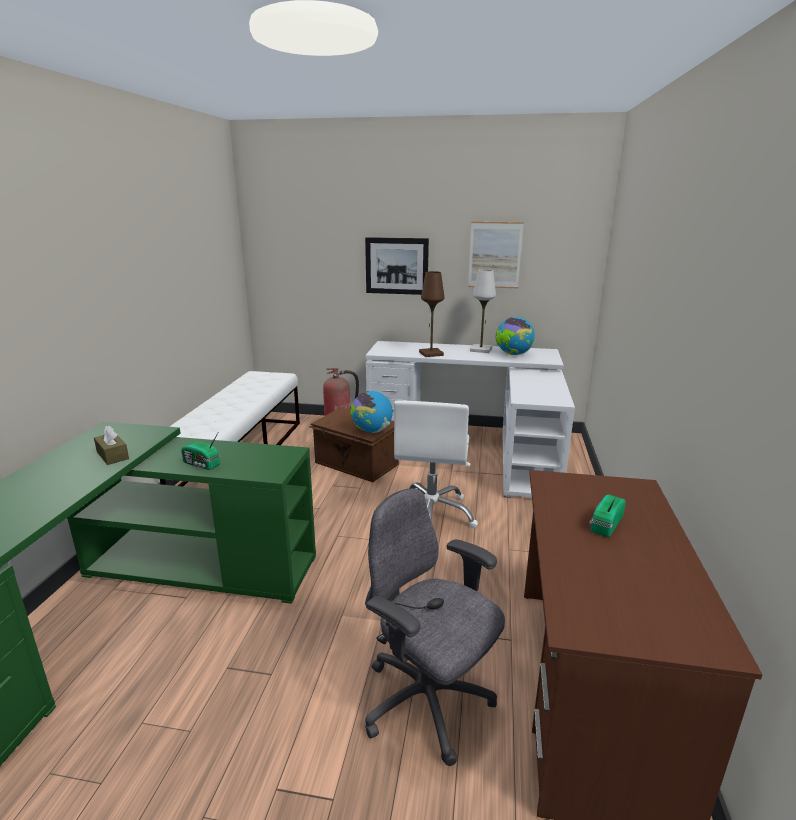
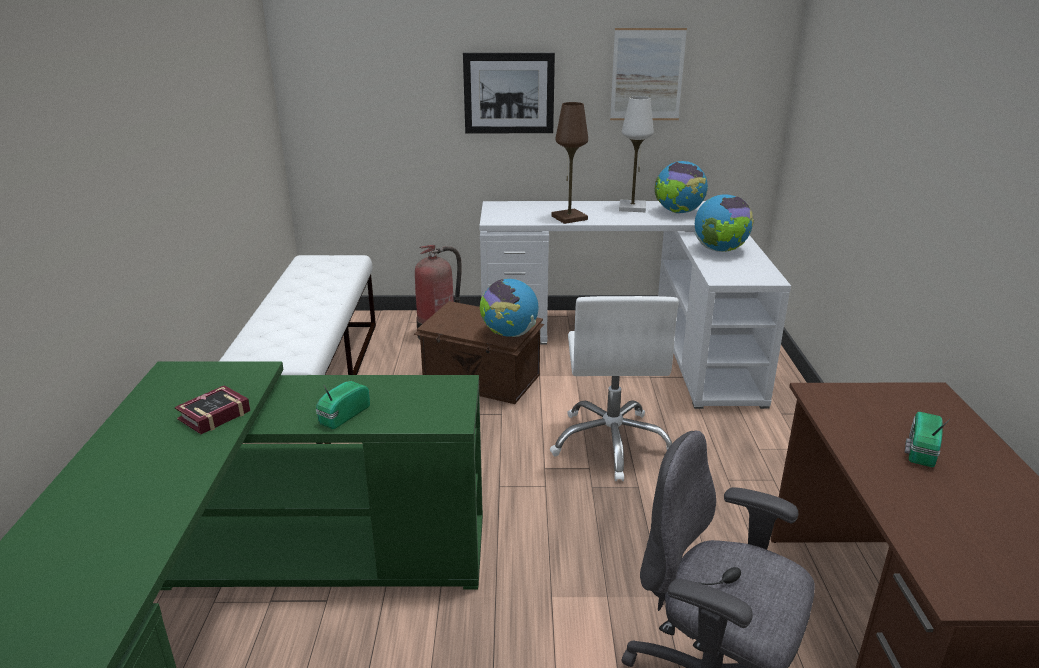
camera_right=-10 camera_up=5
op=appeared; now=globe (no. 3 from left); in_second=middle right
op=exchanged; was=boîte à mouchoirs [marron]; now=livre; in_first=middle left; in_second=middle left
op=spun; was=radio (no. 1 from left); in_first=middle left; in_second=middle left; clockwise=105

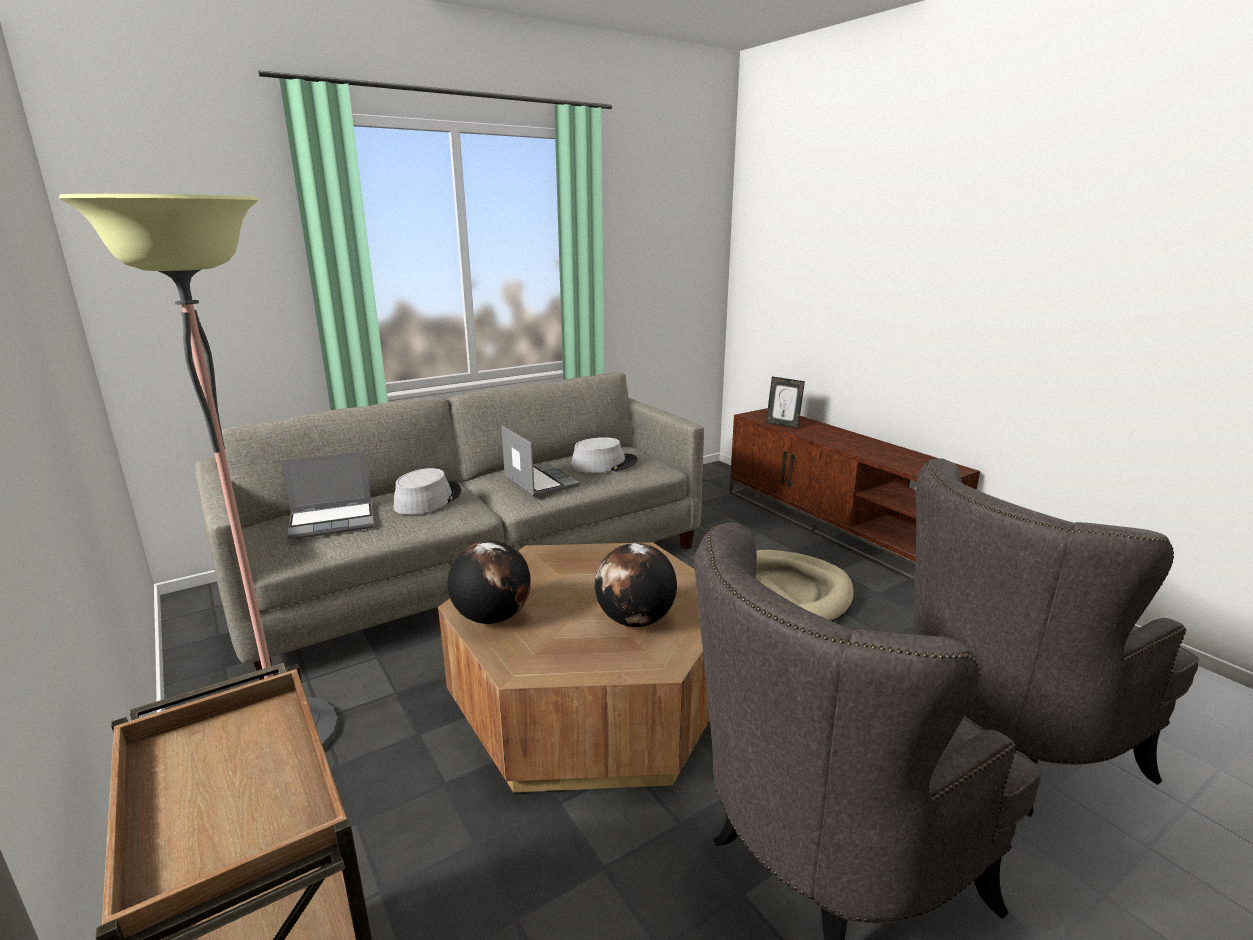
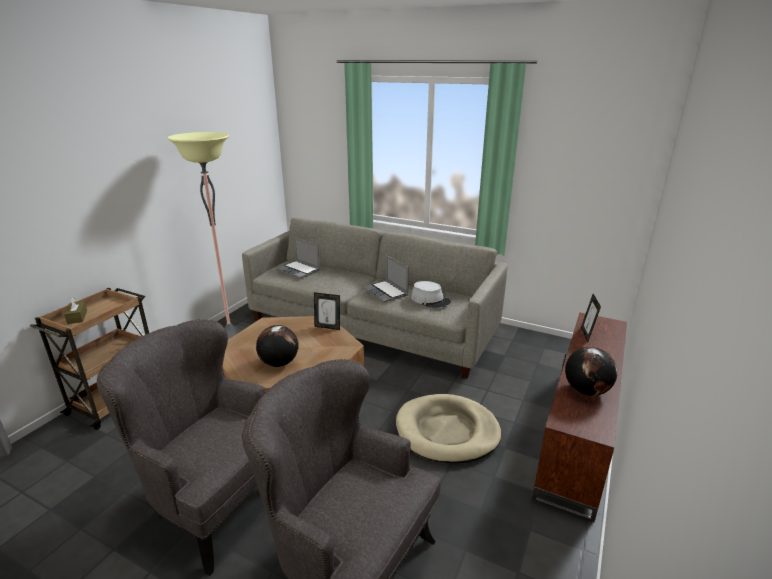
camera_right=60 camera_up=5
op=missing; was=chapeau [gris] (no. 1 from left); in_first=centre
op=appeared; now=boîte à mouchoirs [marron]; in_second=middle left
op=appeared; now=cadre photo (no. 1 from left); in_second=centre
op=relocated; was=globe (no. 1 from left in the first image); now=globe (no. 2 from left); in_first=centre; in_second=middle right
op=spun; was=ordinateur portable (no. 2 from left); in_first=centre; in_second=centre; clockwise=120

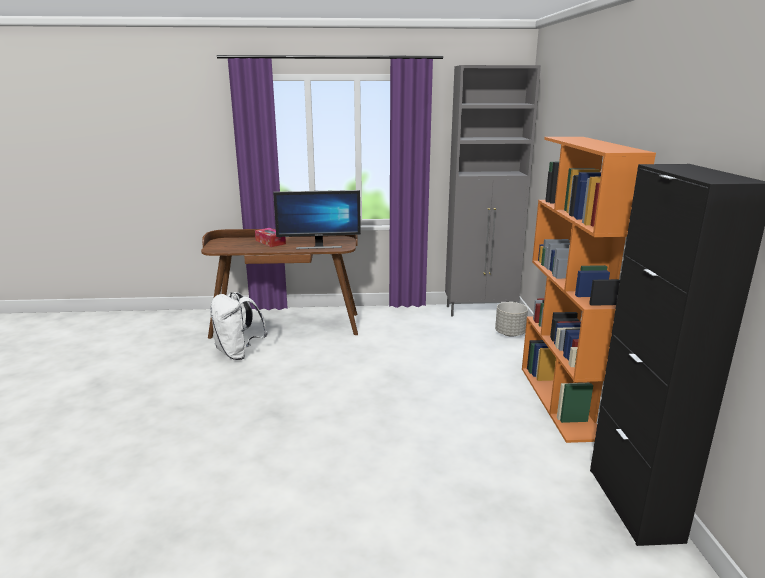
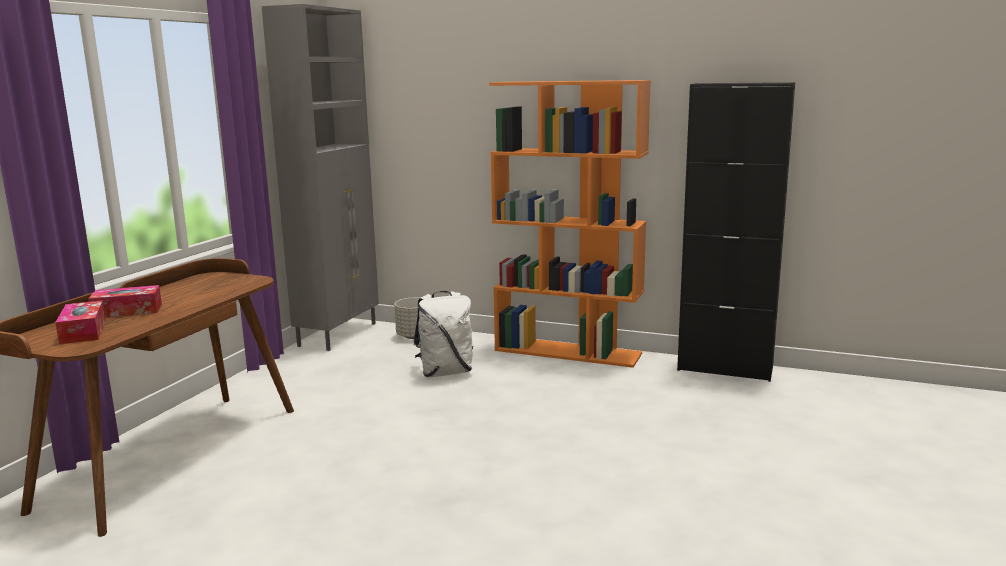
camera_right=-65 camera_up=-5
op=missing; was=écran d'ordinateur; in_first=centre
op=appeared; now=boîte à mouchoirs (no. 1 from left); in_second=middle left
op=relocated; was=sac à dos [blanc]; in_first=middle left; in_second=centre

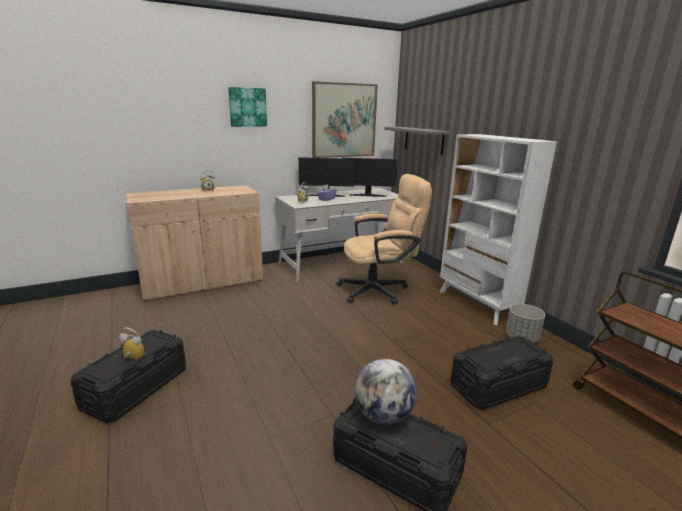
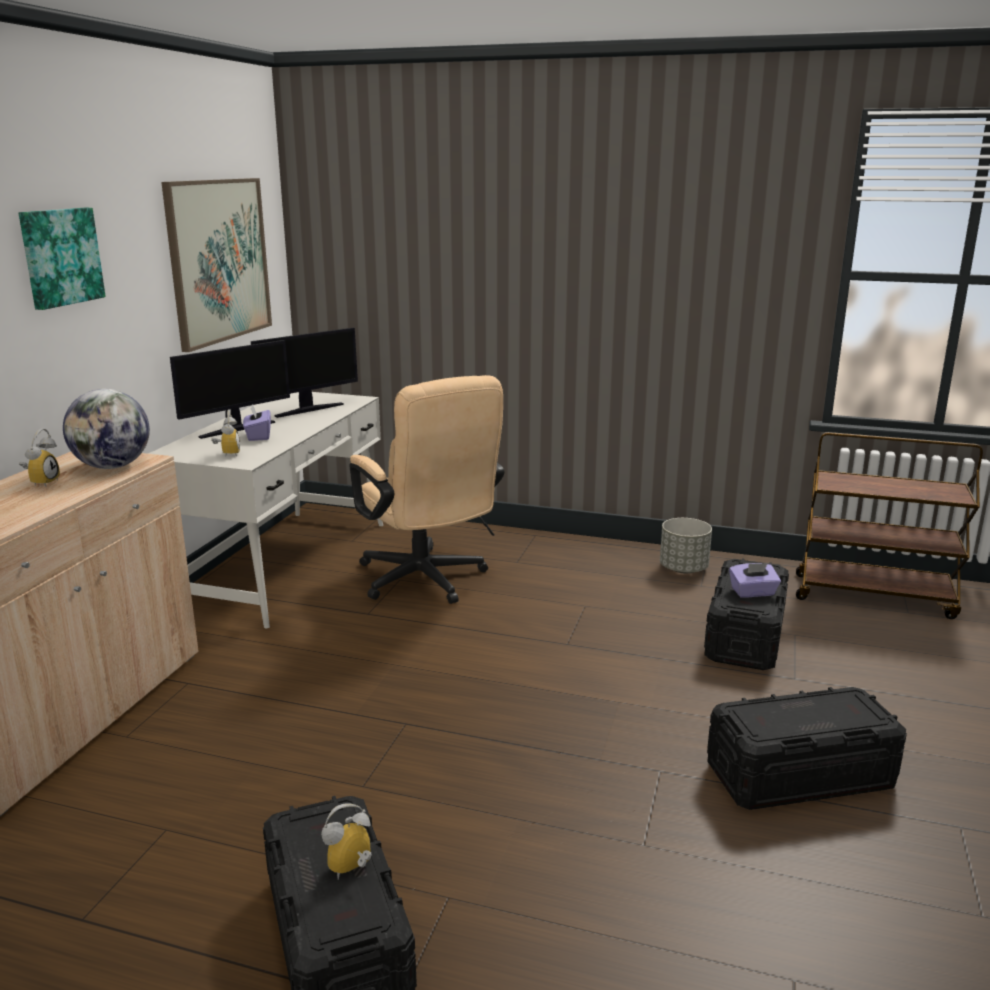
camera_right=-45 camera_up=0
op=missing; was=étagère [gris]; in_first=top centre
op=missing; was=bibliothèque [blanc]; in_first=middle right
op=appeared; now=boîte à mouchoirs [violet] (no. 2 from left); in_second=middle right
op=relocated; was=globe; in_first=bottom centre; in_second=middle left
op=spun; was=chaise de bureau [beige]; in_first=centre; in_second=centre; clockwise=120

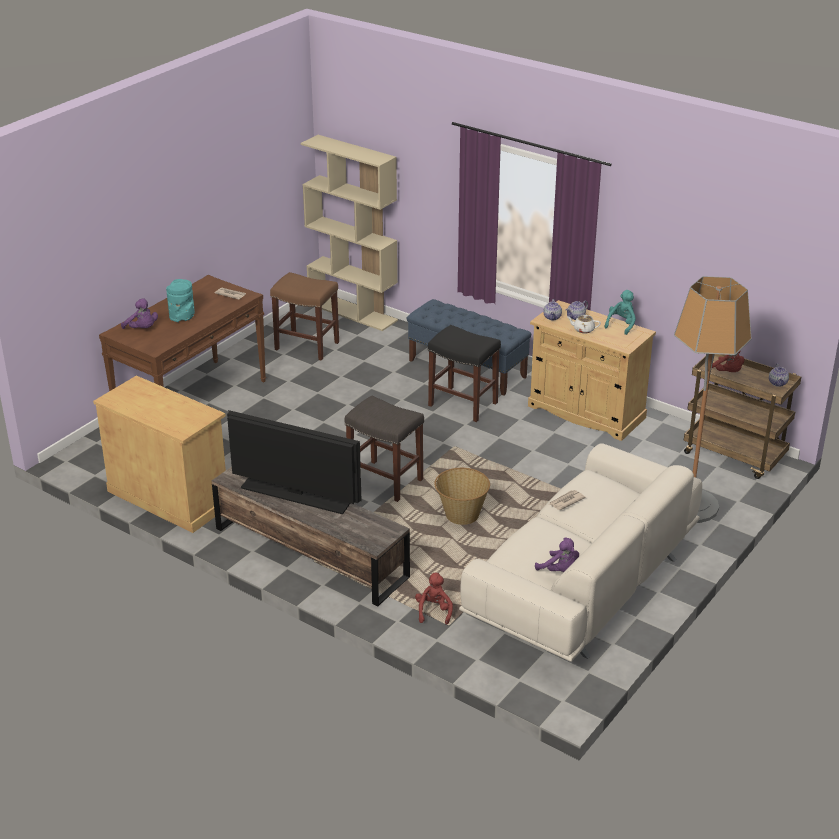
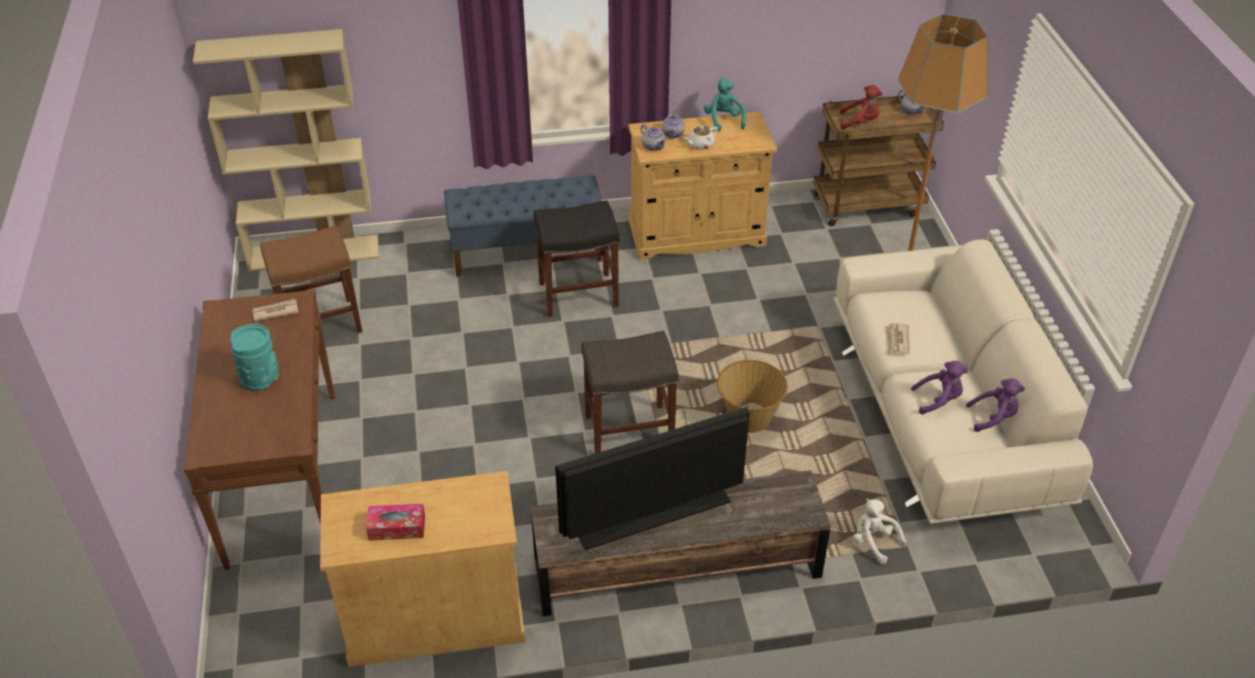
camera_right=-45 camera_up=10
op=appeared; now=boîte à mouchoirs; in_second=bottom left
op=relocated; was=peluche [violet] (no. 1 from left); in_first=middle left; in_second=middle right
op=colour; was=peluche [rouge] (no. 1 from left); now=peluche [blanc]; in_first=bottom centre; in_second=bottom right

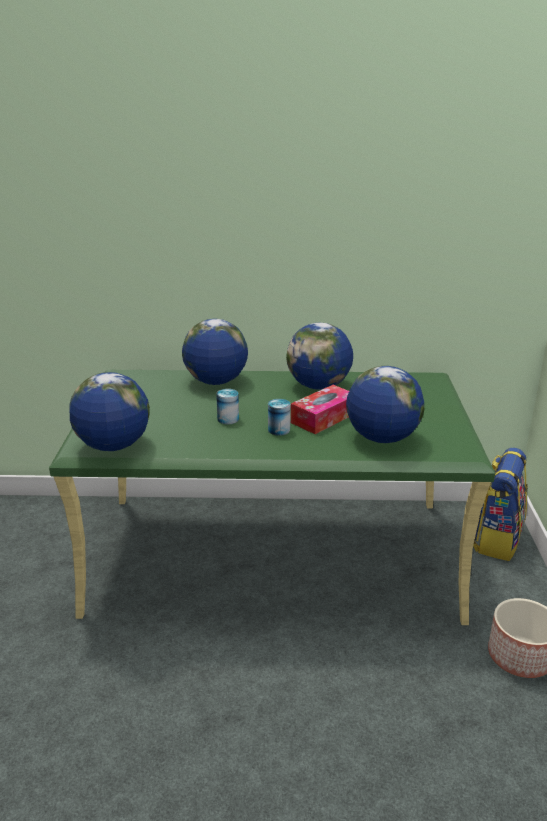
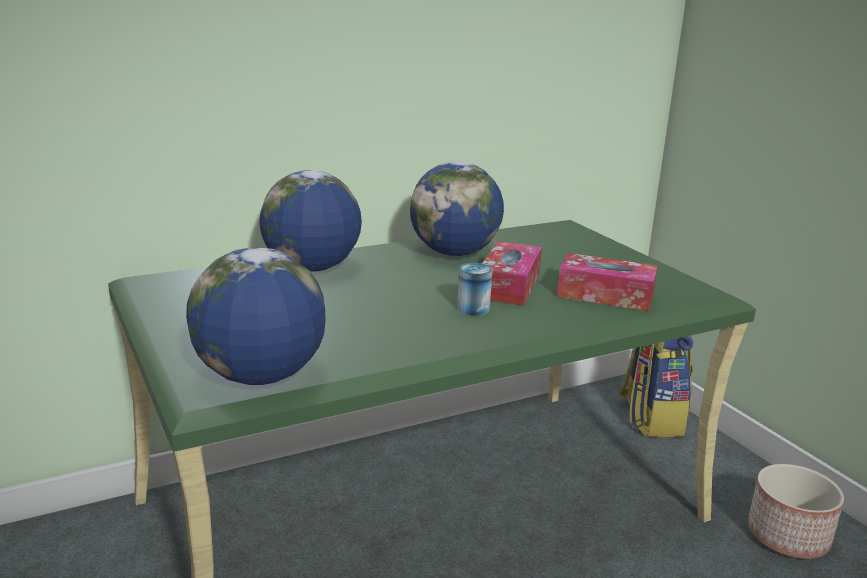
camera_right=-30 camera_up=-5
op=missing; was=boîte métallique (no. 1 from left); in_first=centre
op=exchanged; was=globe (no. 4 from left); now=boîte à mouchoirs (no. 2 from left); in_first=middle right; in_second=middle right

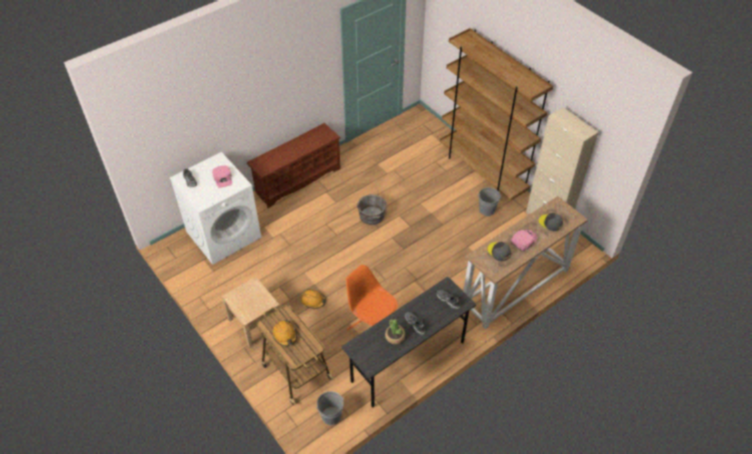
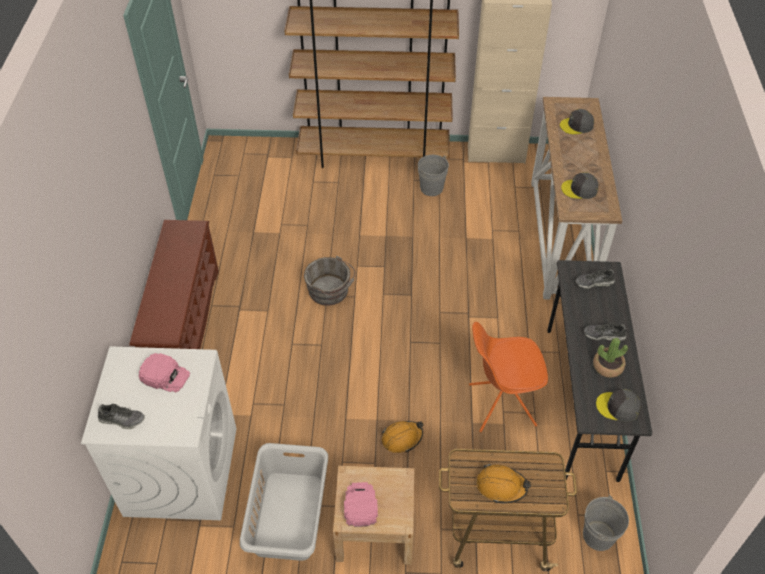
camera_right=-50 camera_up=0
op=appeared; now=panier à linge [gris]; in_second=bottom centre
op=appeared; now=casquette [gris] (no. 3 from left); in_second=bottom right
op=relocated; was=casquette [rose] (no. 2 from left); in_first=middle right; in_second=bottom centre

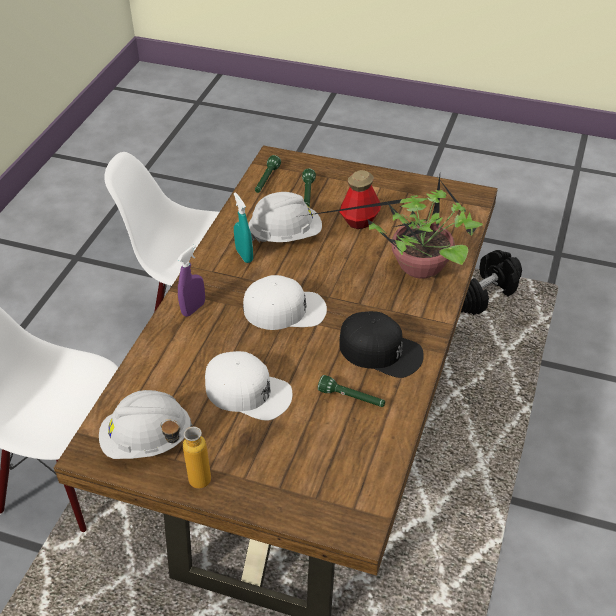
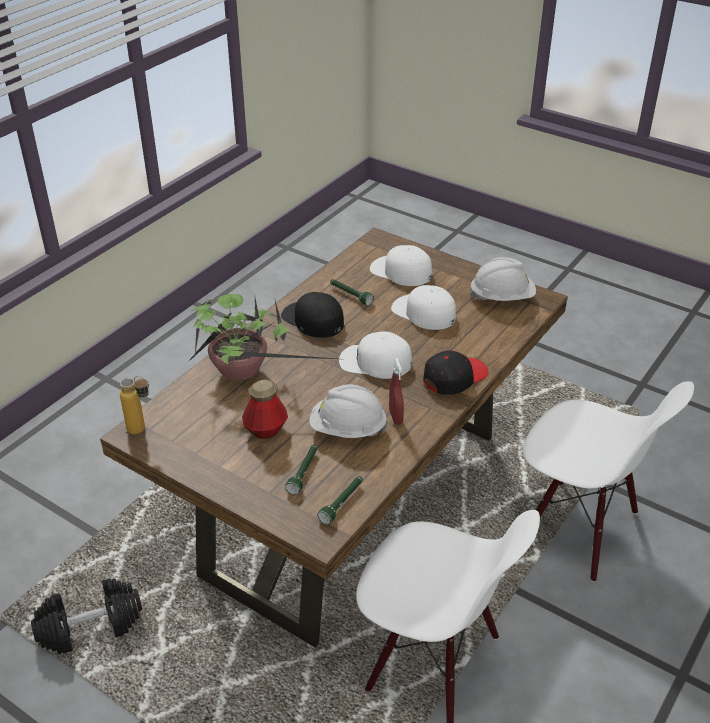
camera_right=-165 camera_up=-5
op=appeared; now=casquette [blanc] (no. 2 from left); in_second=centre
op=relocated; was=bouteille (no. 1 from left); in_first=bottom left; in_second=middle left
op=exchanged; was=vaporisateur [violet]; now=casquette [noir] (no. 2 from left); in_first=middle left; in_second=centre
op=colour; was=vaporisateur [turquoise]; now=vaporisateur [rouge]; in_first=centre; in_second=centre

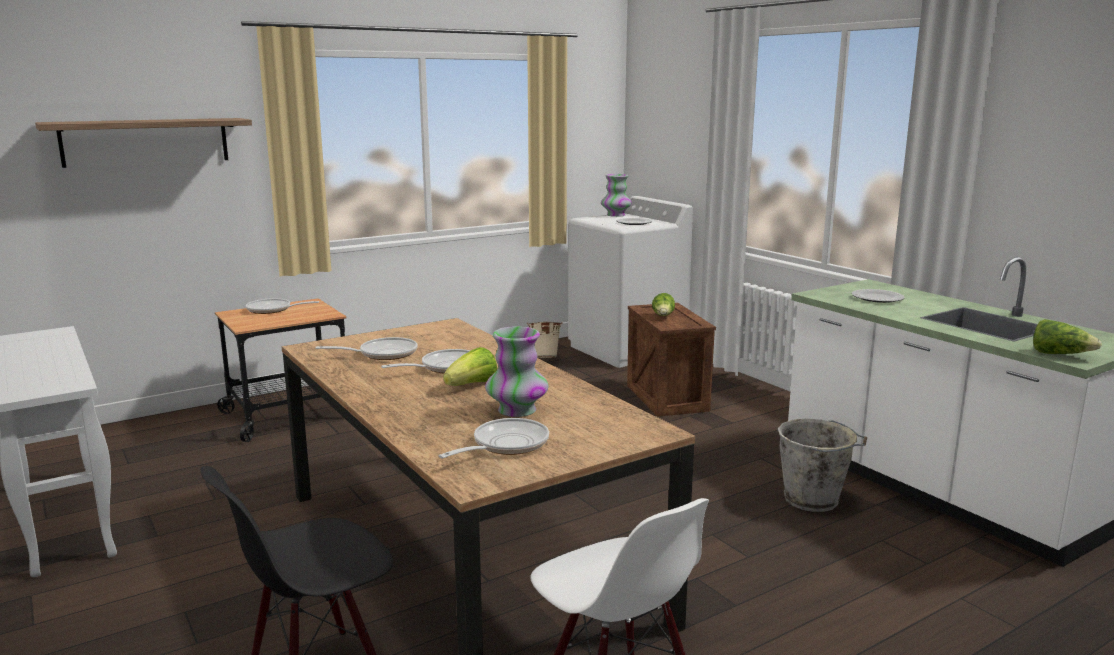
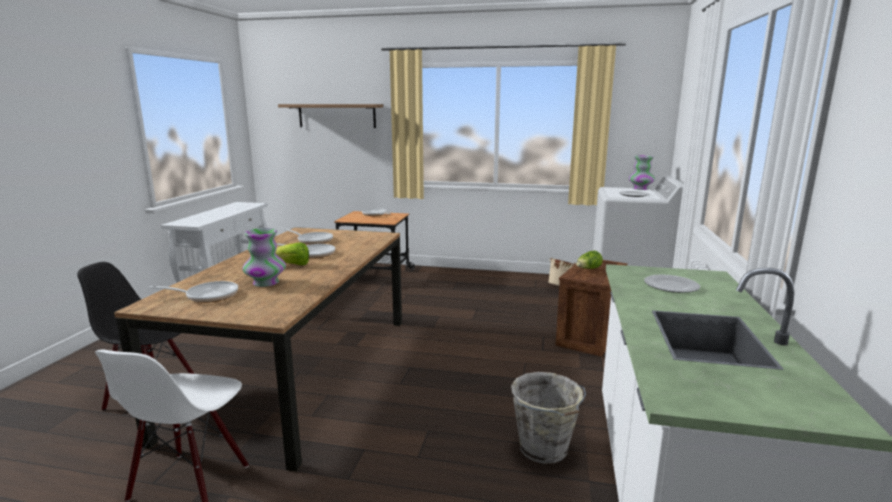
camera_right=45 camera_up=0
op=missing; was=laitue (no. 3 from left); in_first=middle right

